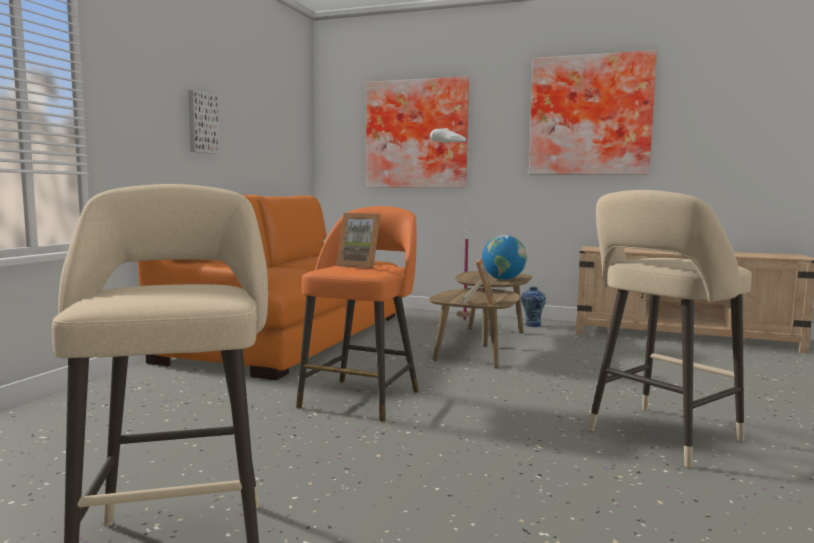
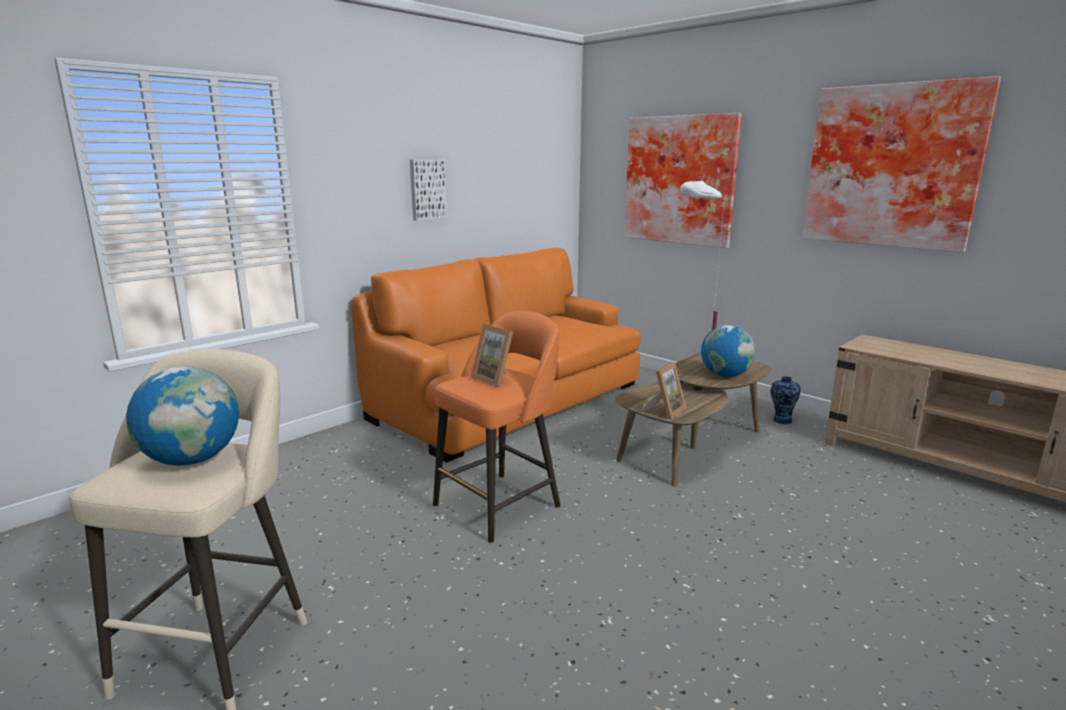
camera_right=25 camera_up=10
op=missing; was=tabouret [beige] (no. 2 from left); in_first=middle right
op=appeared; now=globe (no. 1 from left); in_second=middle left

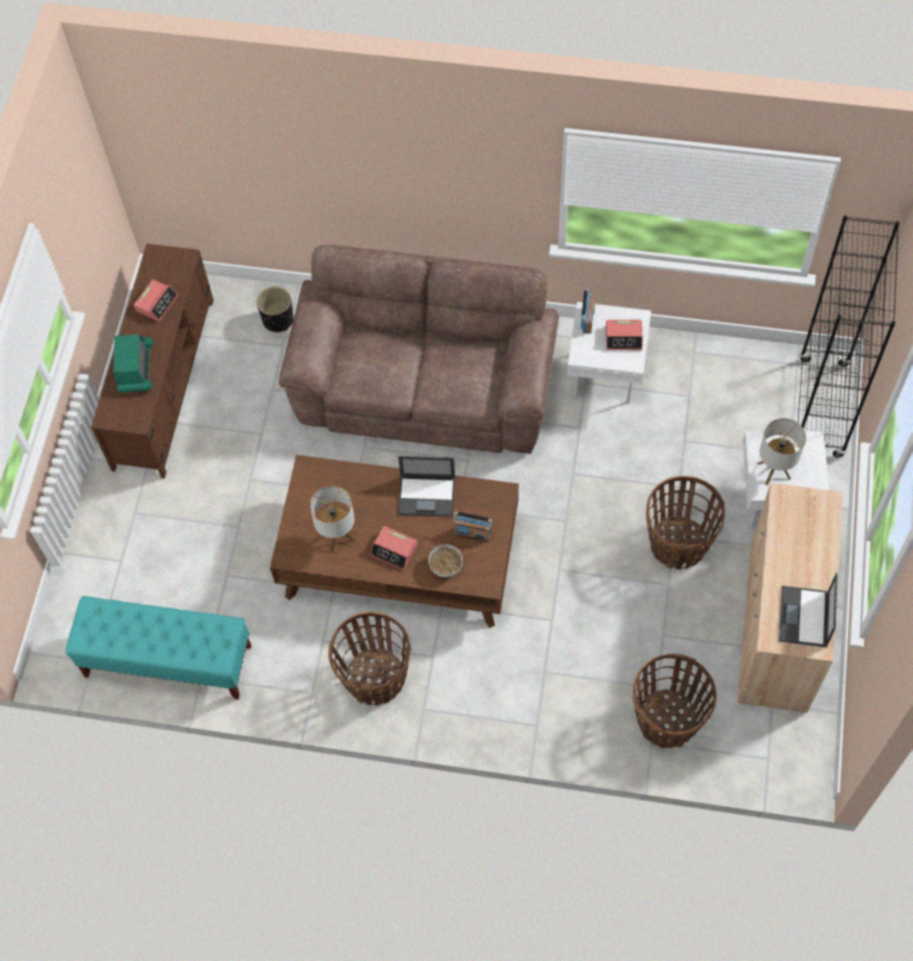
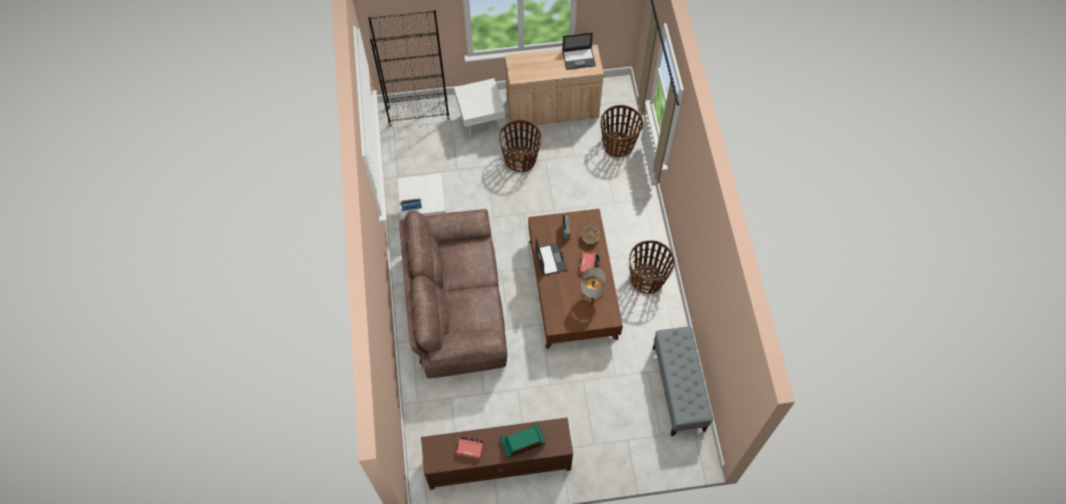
camera_right=-110 camera_up=0
op=missing; was=cache-pot [noir]; in_first=top left
op=missing; was=réveil (no. 3 from left); in_first=middle right
op=missing; was=lampe de table (no. 2 from left); in_first=middle right
op=colour; was=banc [turquoise]; now=banc [gris]; in_first=bottom left; in_second=bottom centre

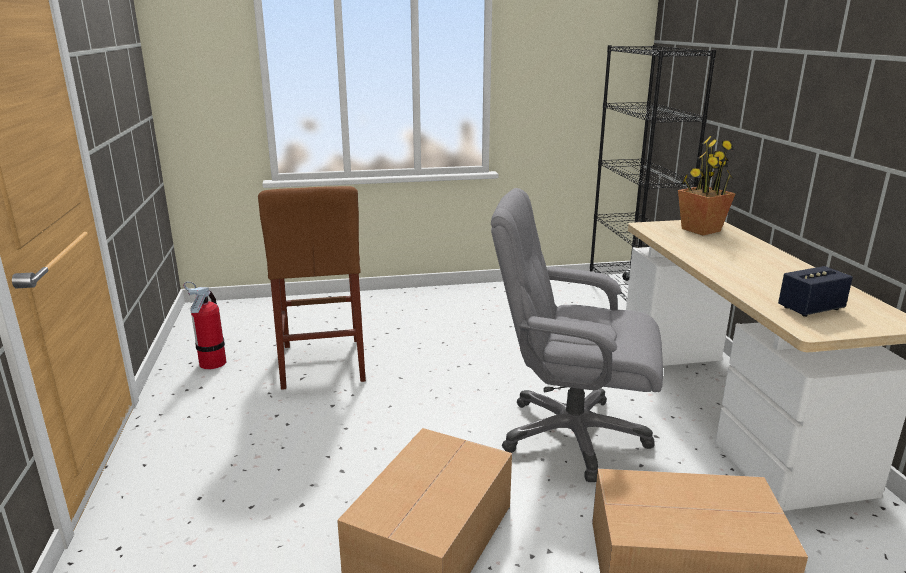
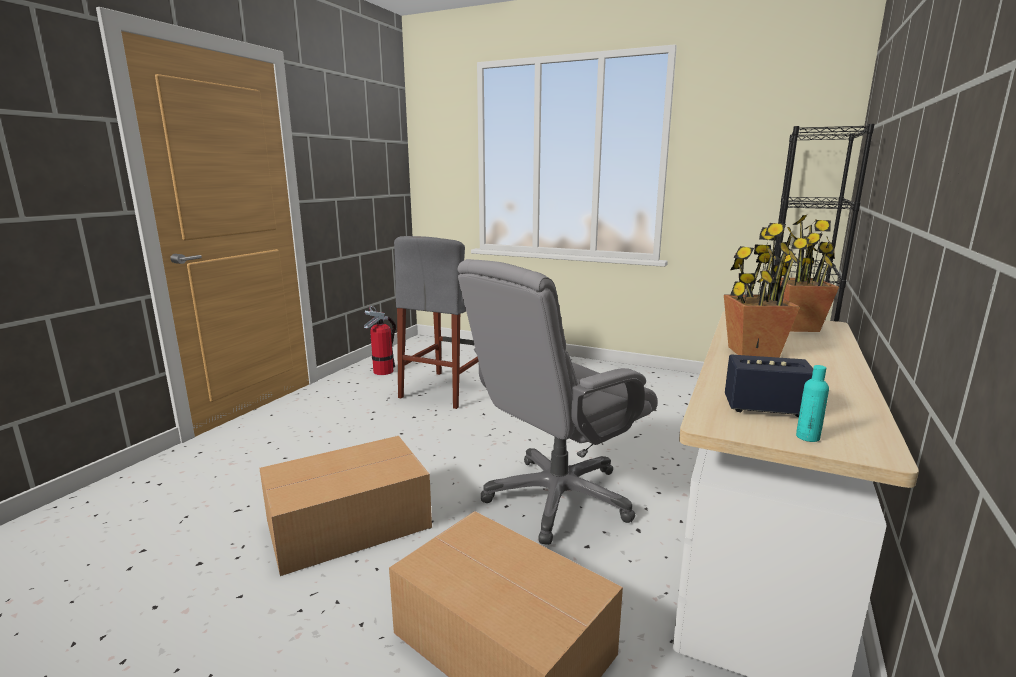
camera_right=35 camera_up=-5
op=appeared; now=plante en pot (no. 1 from left); in_second=middle right
op=appeared; now=bouteille [turquoise]; in_second=middle right
op=colour; was=tabouret [marron]; now=tabouret [gris]; in_first=centre; in_second=centre
op=spun; was=chaise de bureau [gris]; in_first=centre; in_second=centre; clockwise=-90

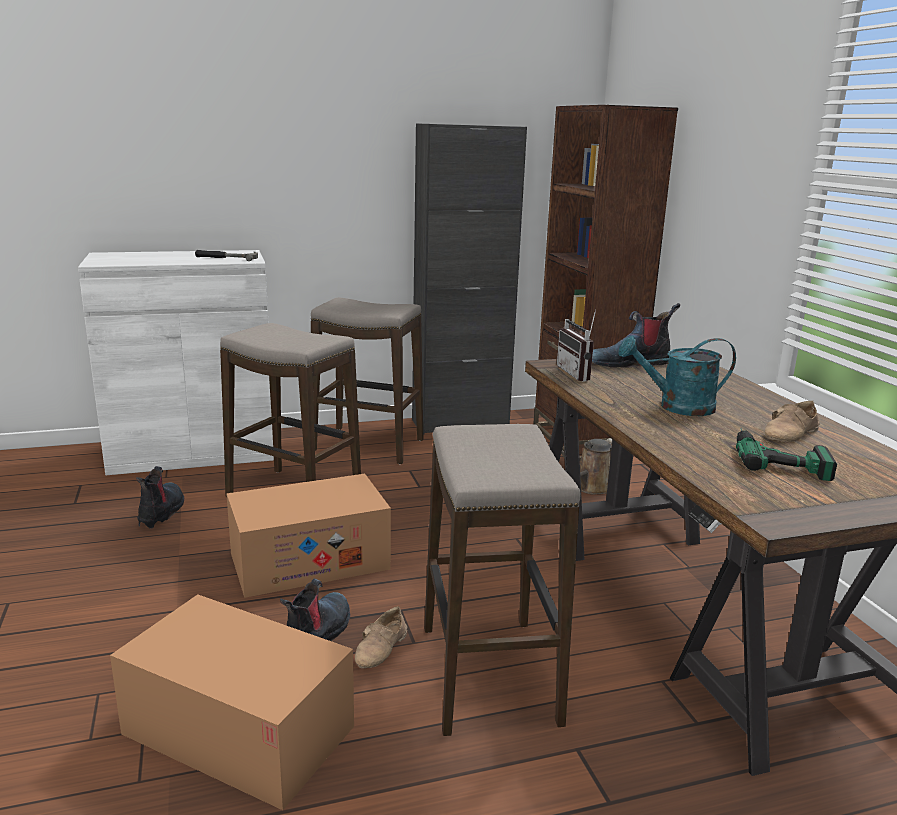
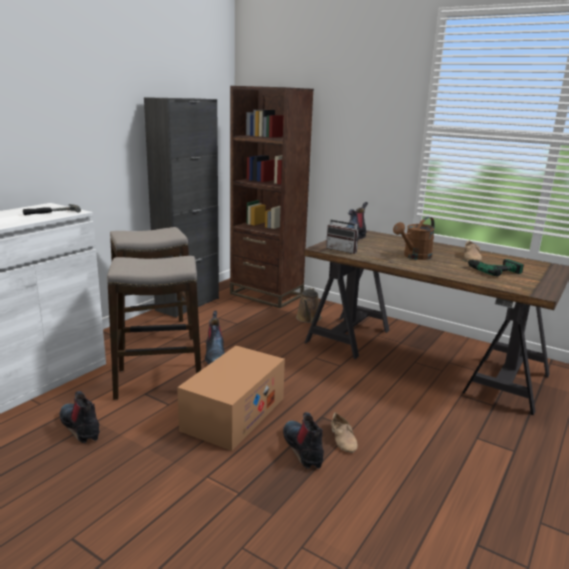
camera_right=-40 camera_up=0
op=missing; was=carton (no. 1 from left); in_first=bottom left
op=missing; was=tabouret (no. 3 from left); in_first=bottom centre
op=appeared; now=botte (no. 2 from left); in_second=centre
op=colour; was=arrosoir [turquoise]; now=arrosoir [marron] (no. 2 from left); in_first=middle right; in_second=middle right

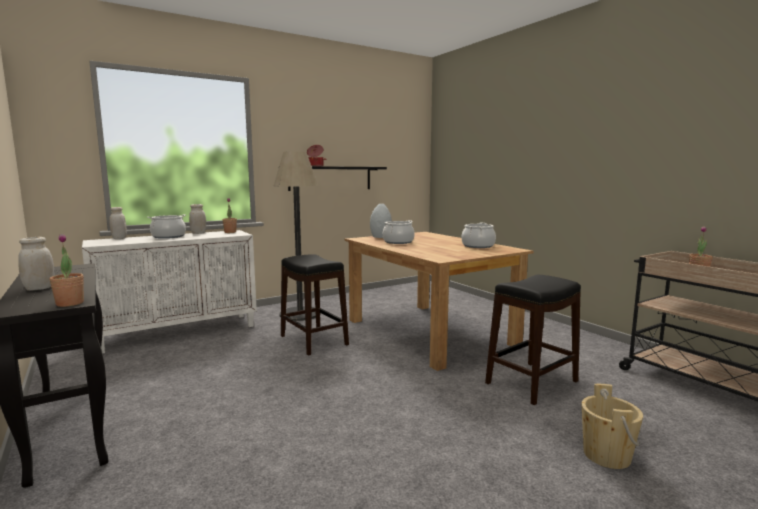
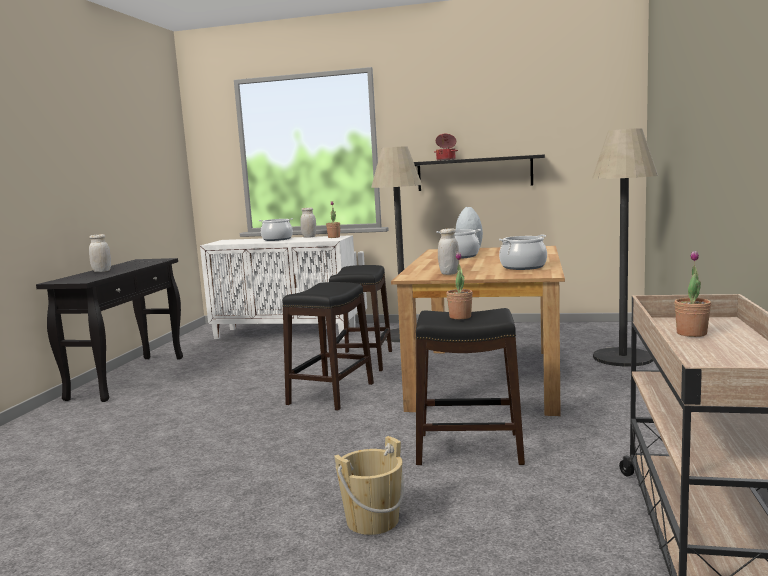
camera_right=45 camera_up=0
op=appeared; now=tabouret [noir] (no. 1 from left); in_second=centre
op=appeared; now=lampadaire (no. 2 from left); in_second=middle right
op=relocated; was=plante en pot (no. 1 from left in the first image); now=plante en pot (no. 2 from left); in_first=middle left; in_second=centre
op=relocated; was=bocal [blanc] (no. 2 from left in the first image); now=bocal [blanc] (no. 3 from left); in_first=middle left; in_second=centre

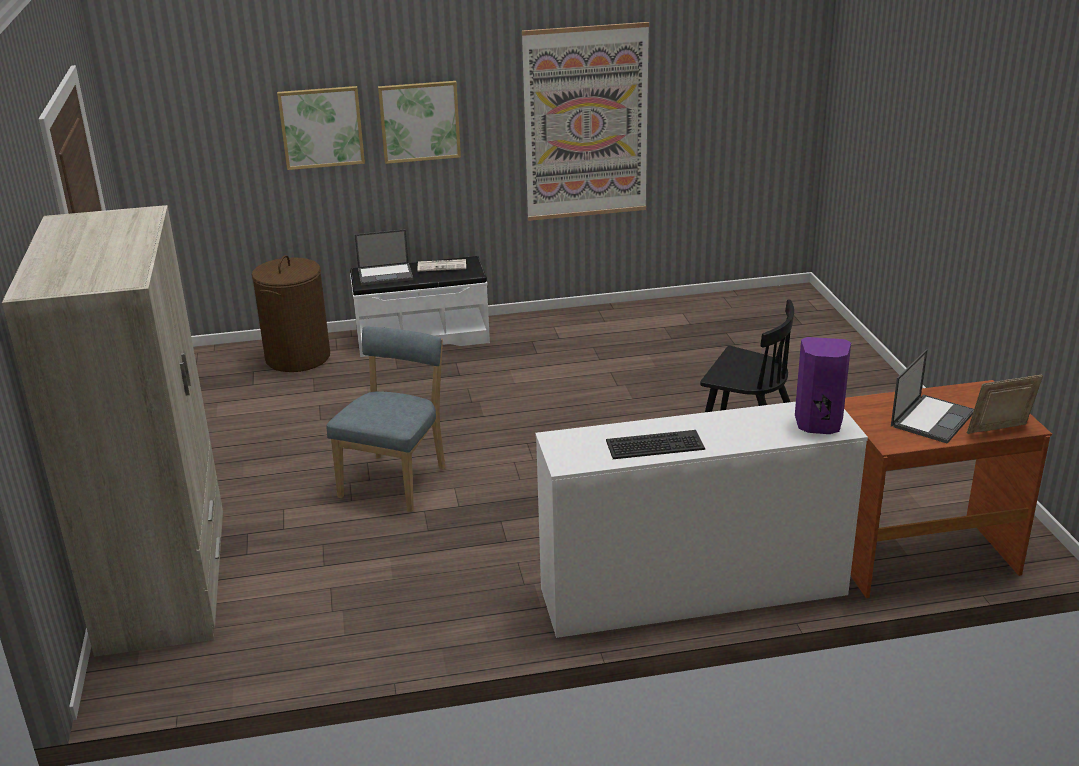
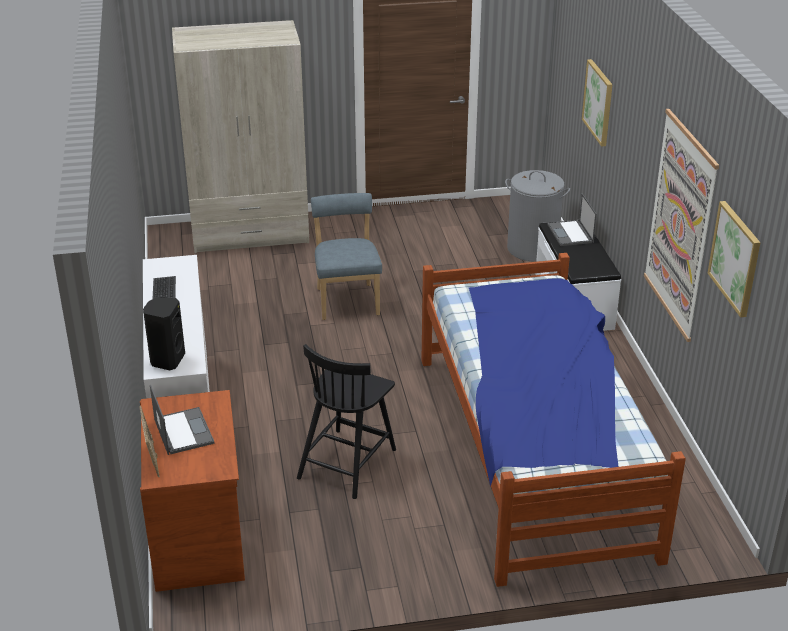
camera_right=90 camera_up=5
op=missing; was=journal; in_first=centre
op=appeared; now=lit; in_second=middle right
op=relocated; was=tableau (no. 2 from left in the first image); now=tableau (no. 3 from left); in_first=top centre; in_second=middle right
op=colour; was=panier à linge [marron]; now=panier à linge [gris]; in_first=middle left; in_second=middle right
op=colour; was=enceinte [violet]; now=enceinte [noir]; in_first=middle right; in_second=middle left
op=spun; was=chaise [bleu]; in_first=centre; in_second=centre; clockwise=-120
op=spun; was=ordinateur portable (no. 2 from left in the first image); in_first=middle right; in_second=middle left; clockwise=-150

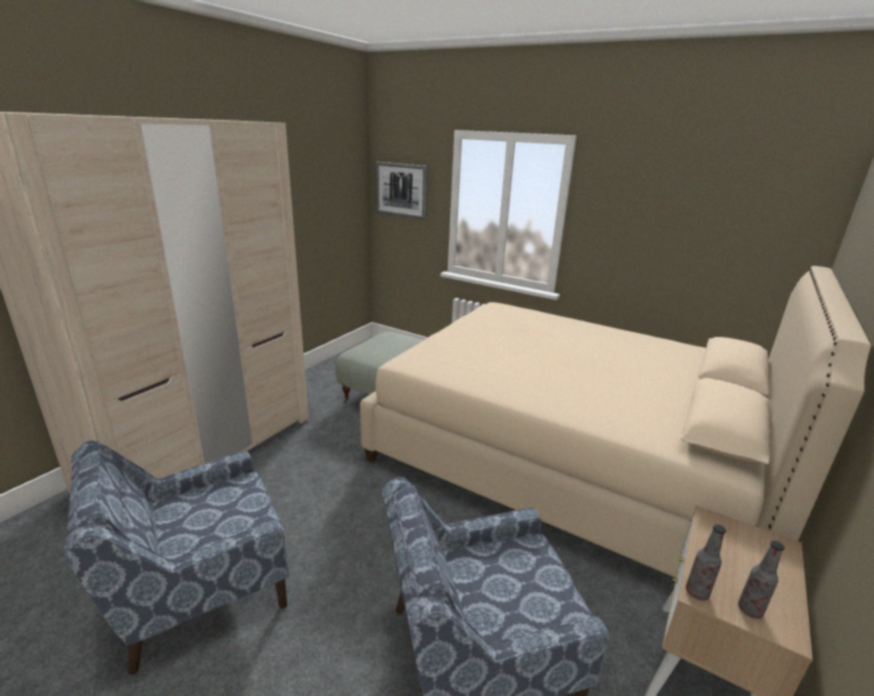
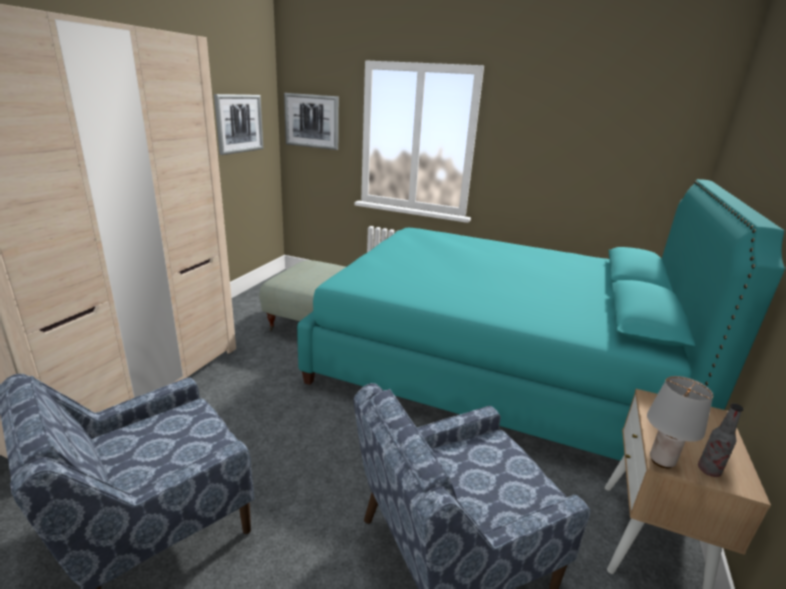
camera_right=-10 camera_up=0
op=appeared; now=tableau (no. 1 from left); in_second=top left
op=exchanged; was=bouteille (no. 1 from left); now=lampe de table [gris]; in_first=bottom right; in_second=bottom right
op=colour; was=lit [beige]; now=lit [turquoise]; in_first=middle right; in_second=middle right

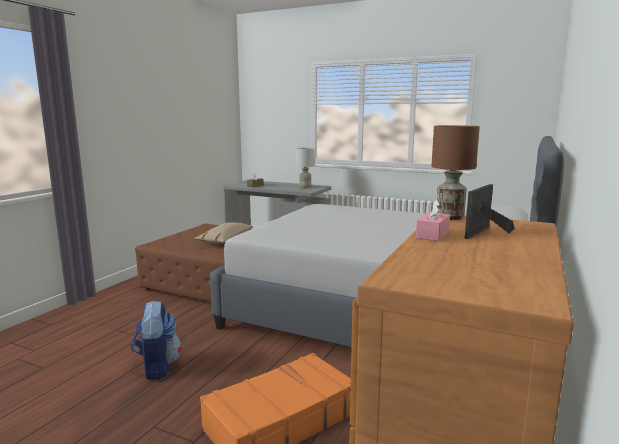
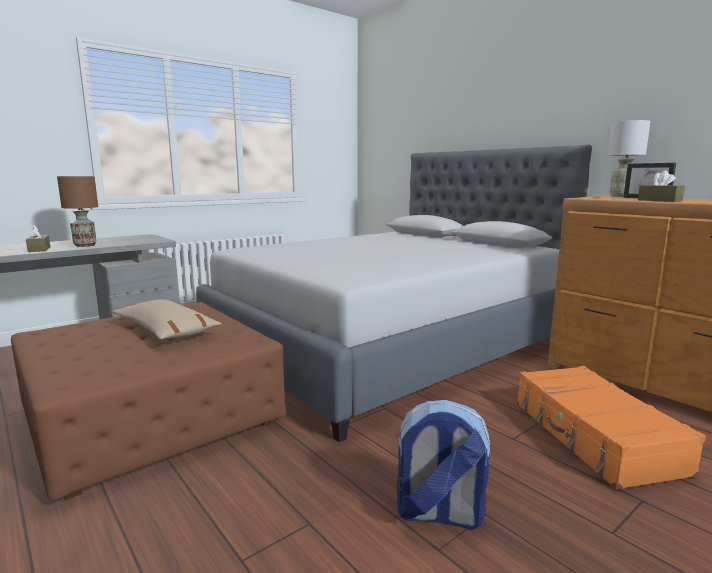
camera_right=-65 camera_up=0
op=relocated; was=lampe de table [gris]; in_first=centre; in_second=top right
op=relocated; was=lampe de table [marron]; in_first=middle right; in_second=middle left
op=colour; was=boîte à mouchoirs [rose]; now=boîte à mouchoirs [marron] (no. 2 from left); in_first=middle right; in_second=top right

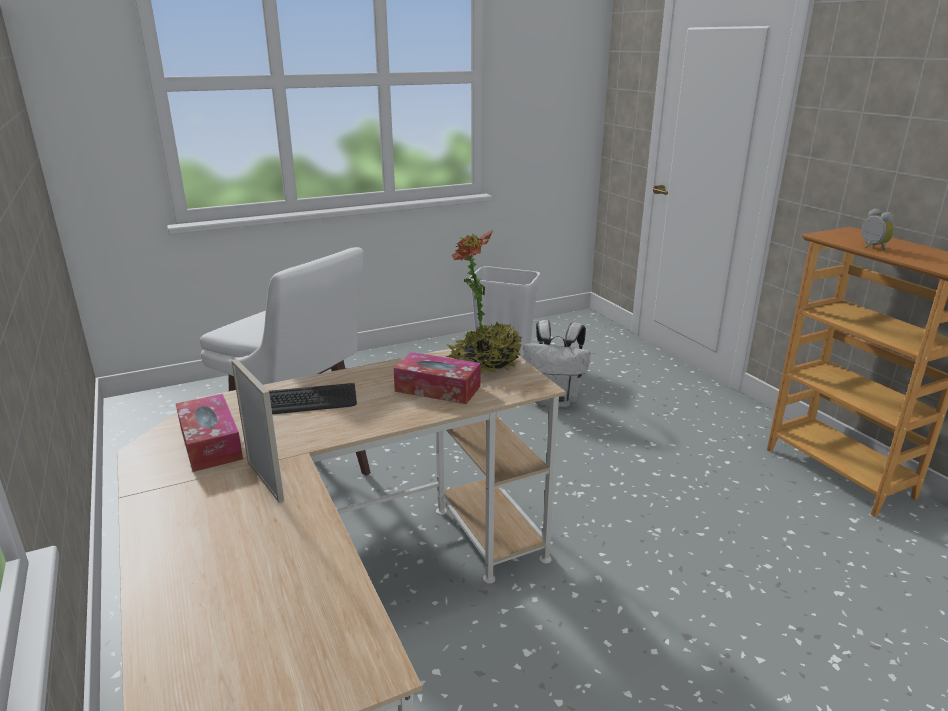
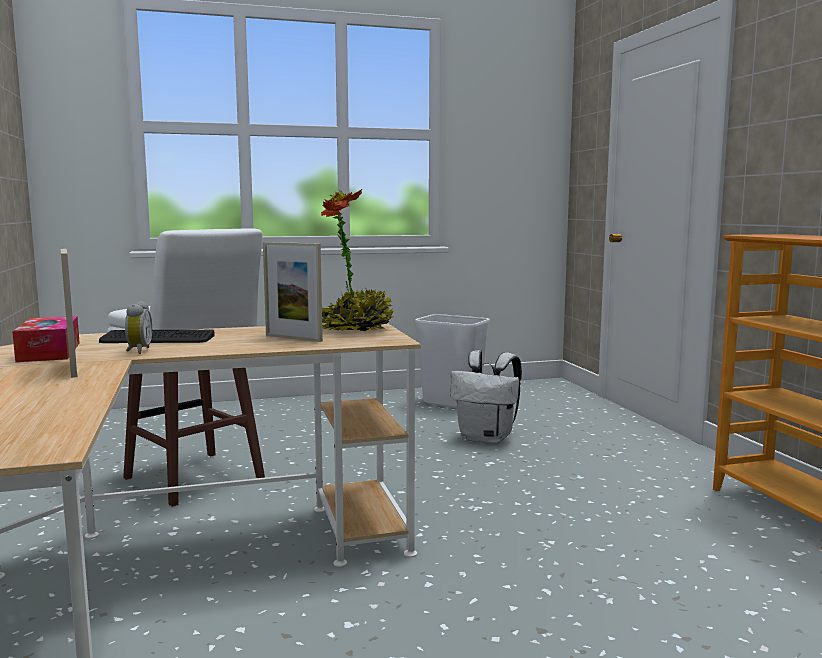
camera_right=10 camera_up=-15
op=relocated; was=réveil; in_first=top right; in_second=middle left
op=exchanged; was=boîte à mouchoirs (no. 2 from left); now=cadre photo (no. 2 from left); in_first=centre; in_second=centre

